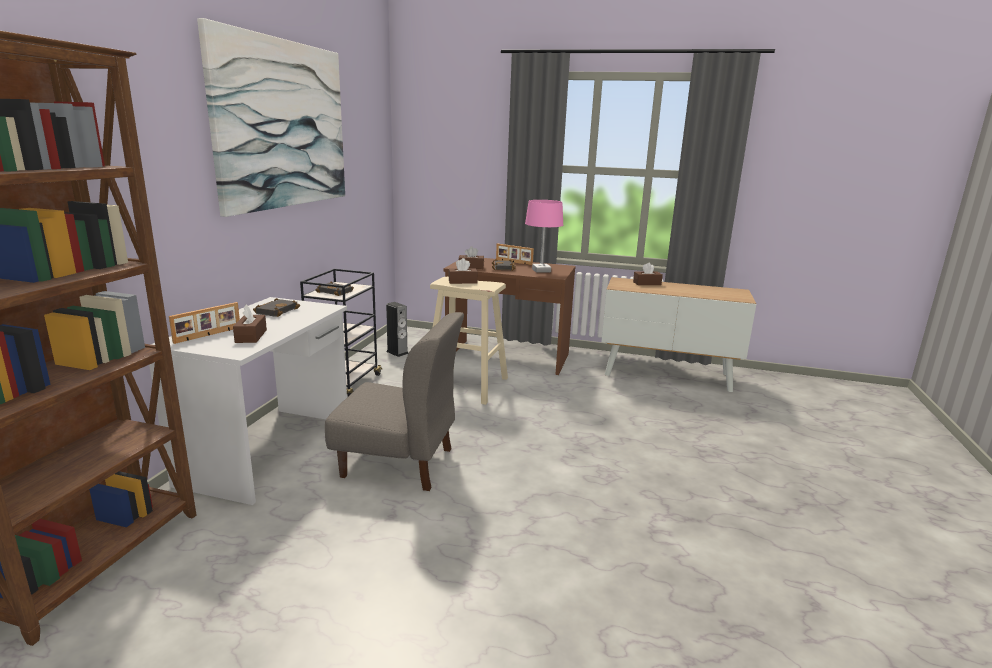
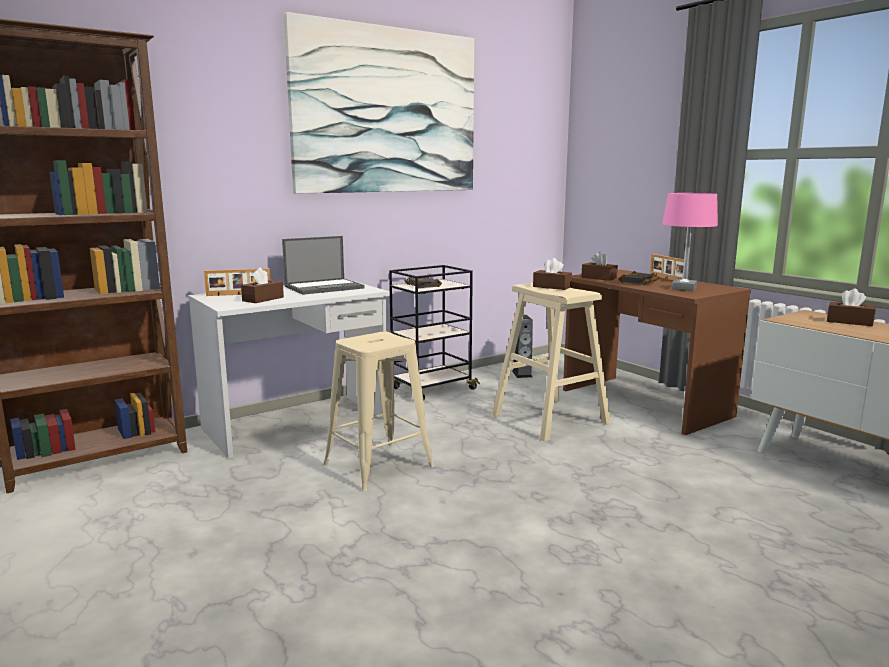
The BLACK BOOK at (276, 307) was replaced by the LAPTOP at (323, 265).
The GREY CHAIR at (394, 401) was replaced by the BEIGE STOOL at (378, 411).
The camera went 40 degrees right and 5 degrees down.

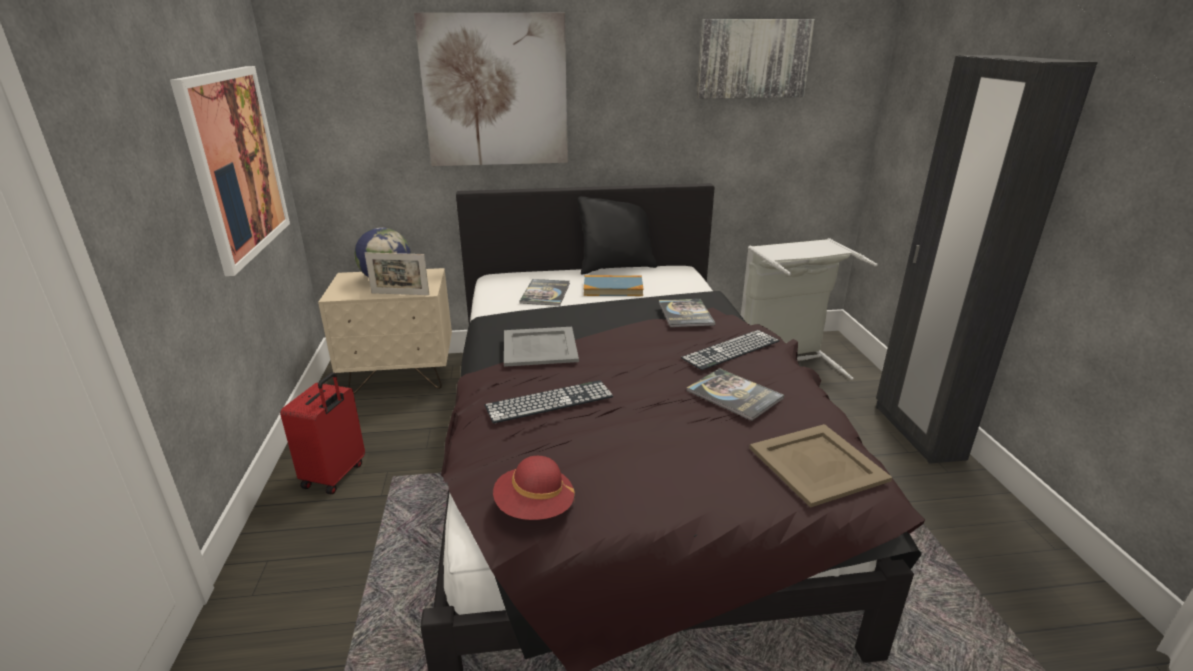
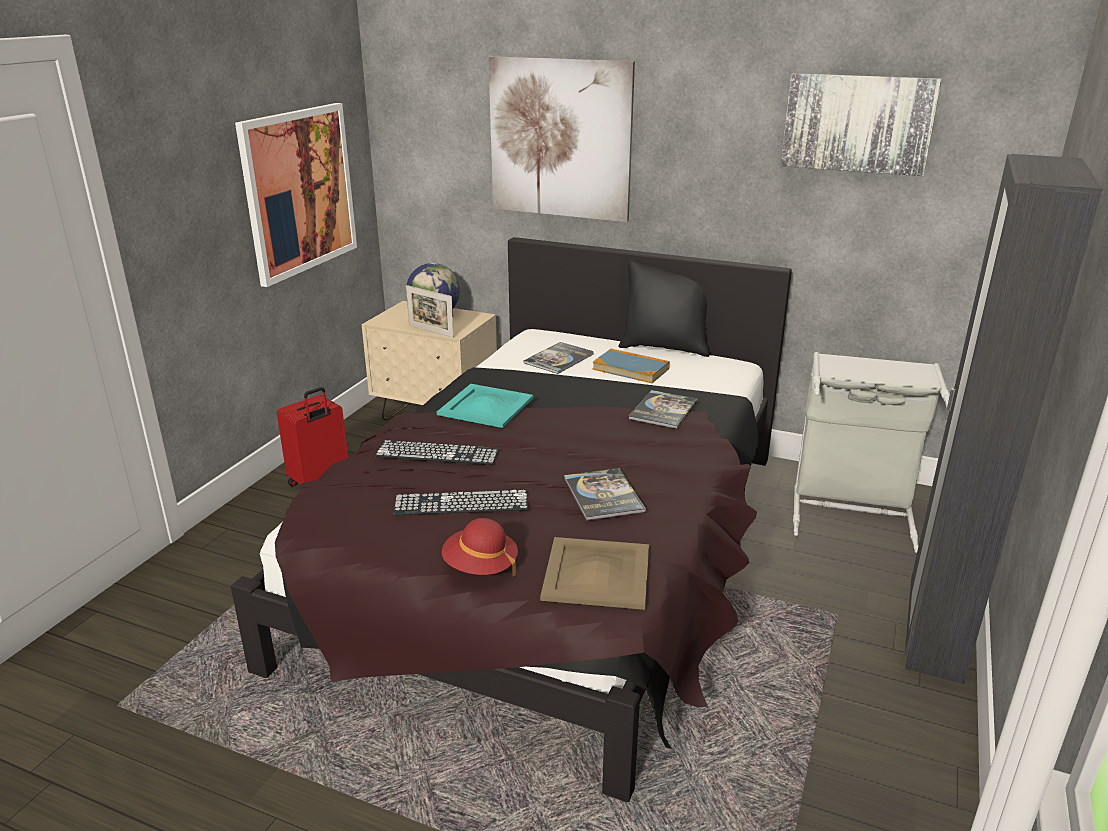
The KEYBOARD moved from (730, 350) to (461, 502).
The GREY TRAY at (541, 347) became the TURQUOISE TRAY at (485, 406).
The RED HAT moved from (534, 488) to (480, 547).
The camera went 30 degrees right and 0 degrees up.

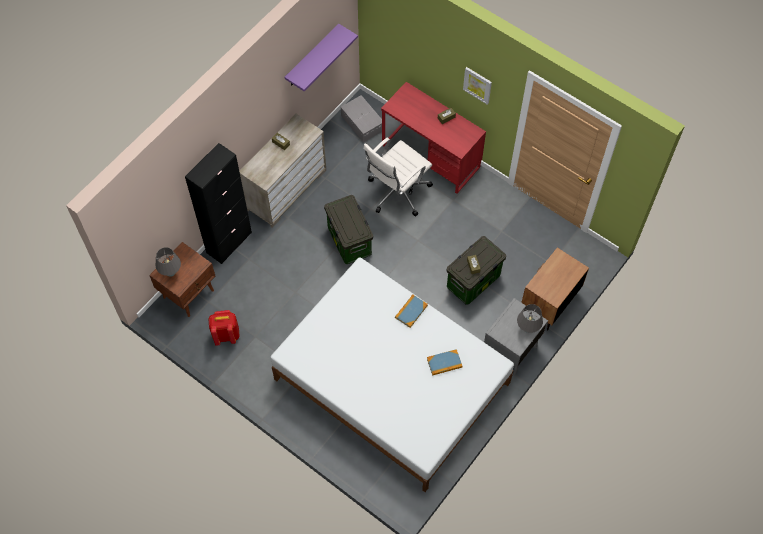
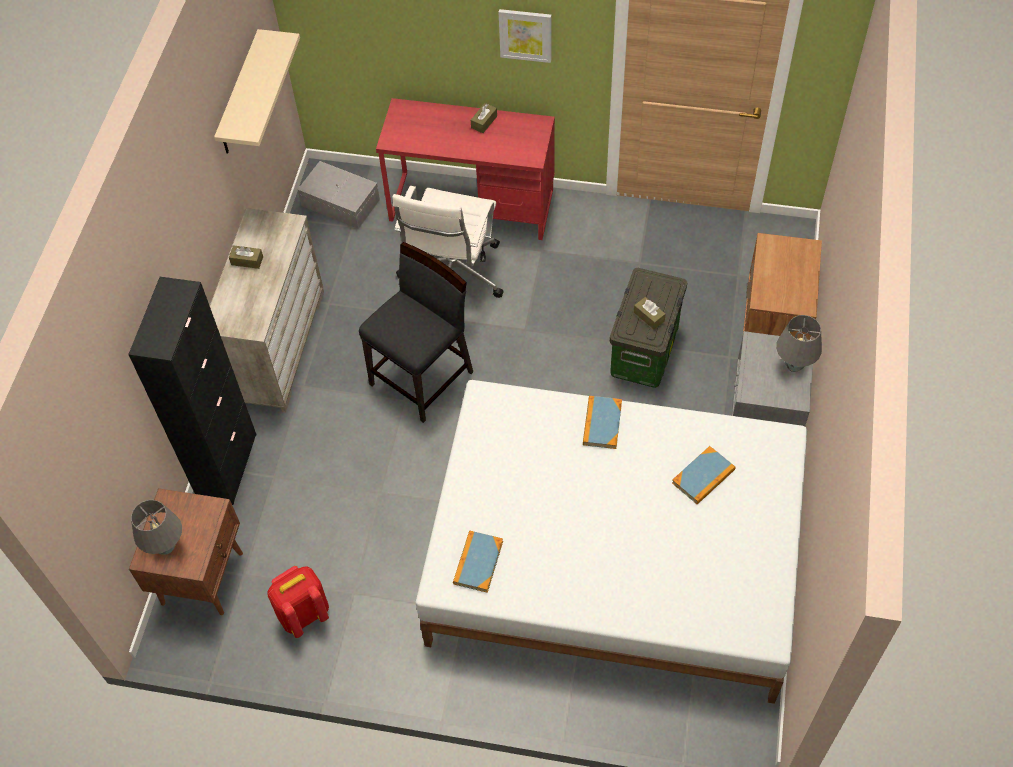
The PURPLE SHELF at (321, 57) became the BEIGE SHELF at (257, 91).
The STORAGE BOX at (348, 229) was replaced by the BLACK CHAIR at (416, 332).
The BOOK at (478, 562) appeared.
The camera went 25 degrees left and 5 degrees down.

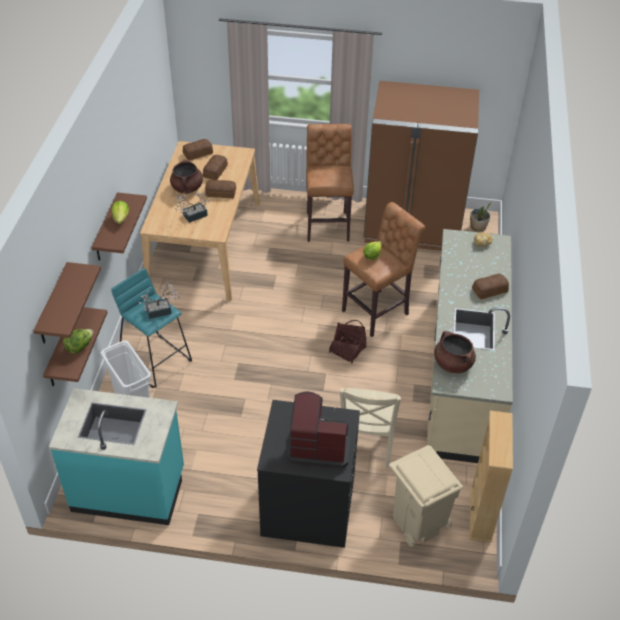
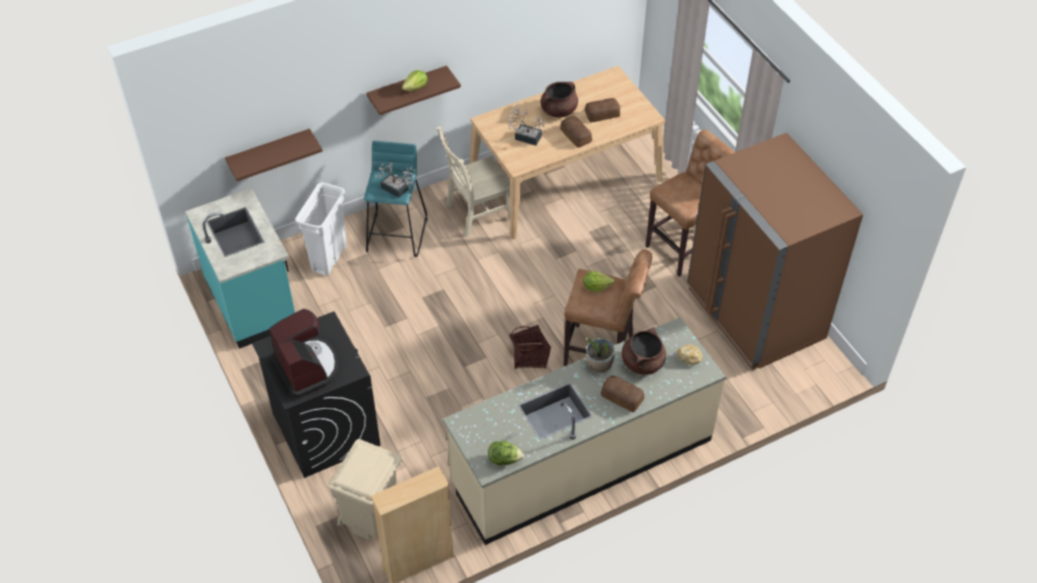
The BEIGE CHAIR moved from (370, 428) to (473, 182).
The LETTUCE moved from (78, 341) to (506, 453).
The POTTED PLANT moved from (481, 217) to (600, 355).
The BROWN COOKING POT moved from (455, 352) to (644, 351).
The BROWN SHELF at (67, 303) disappeared.
The BREAD at (198, 150) disappeared.
The camera went 55 degrees right and 5 degrees up.

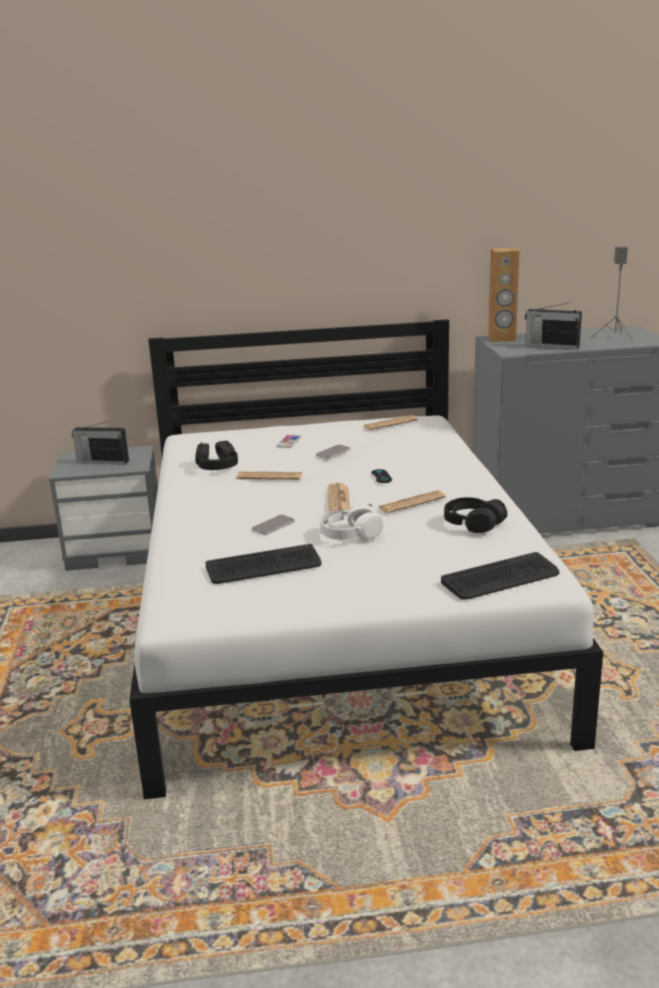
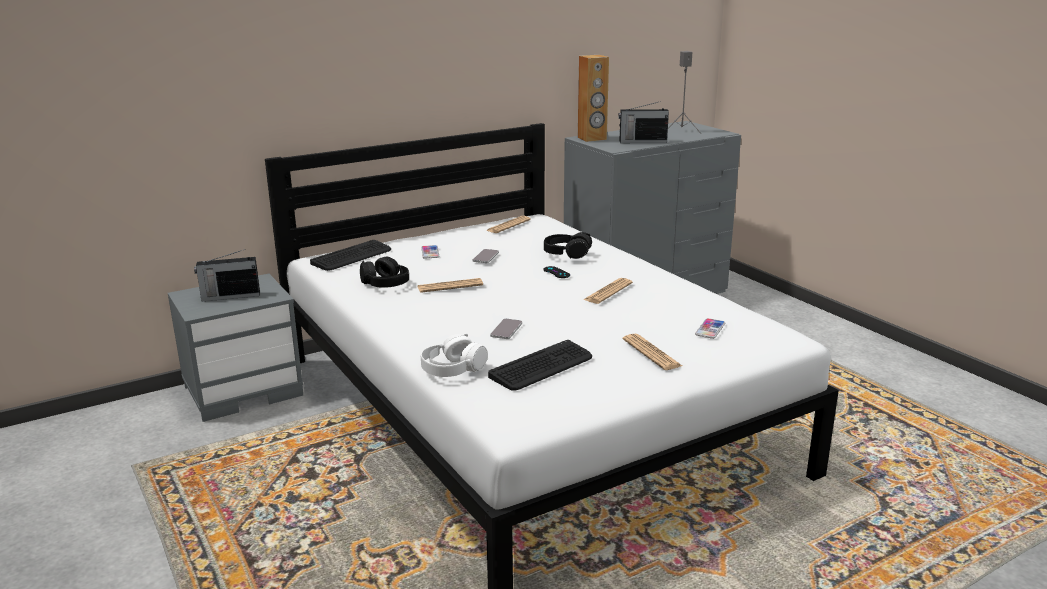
The KEYBOARD moved from (500, 576) to (350, 255).
The WHITE HEADPHONES moved from (351, 521) to (454, 355).
The BLACK HEADPHONES moved from (475, 515) to (568, 245).
The NEWSPAPER moved from (339, 497) to (652, 352).
The PHONE at (710, 328) appeared.
The camera went 25 degrees left and 0 degrees up.

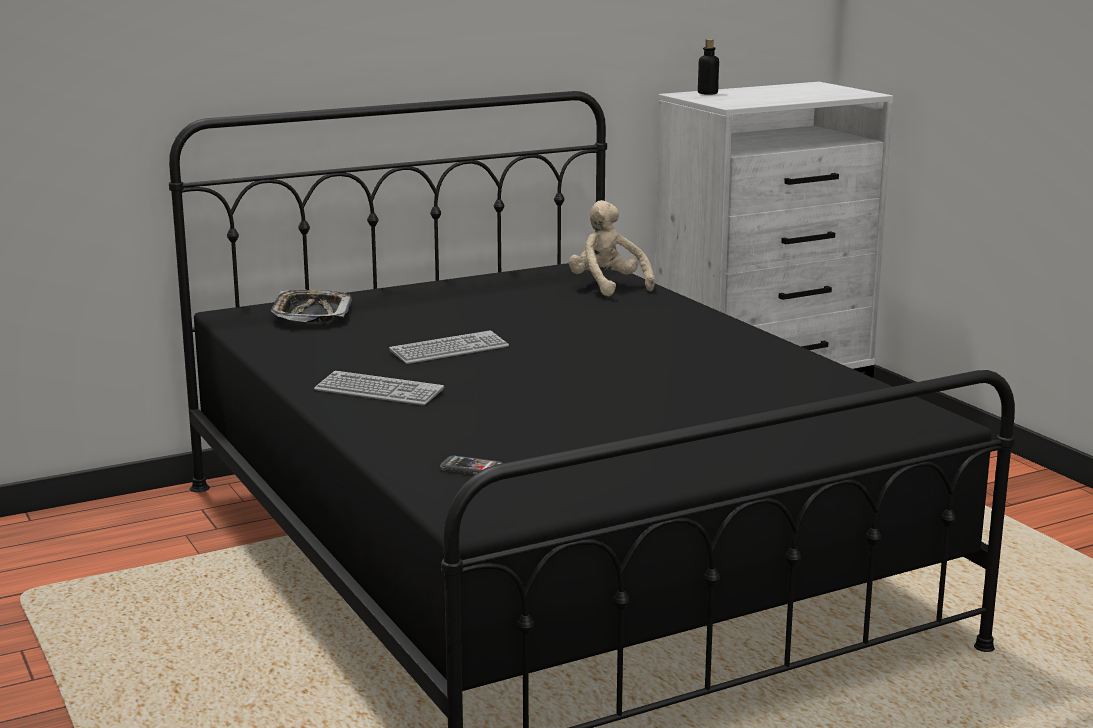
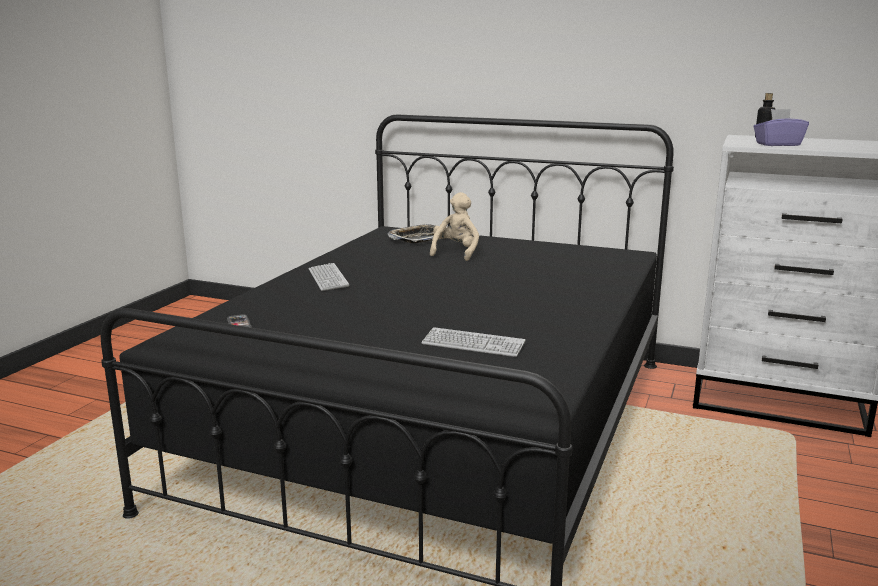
The KEYBOARD moved from (449, 347) to (474, 342).
The BEIGE PLUSH TOY moved from (612, 248) to (454, 226).
The PURPLE TISSUE BOX at (781, 127) appeared.
The camera went 50 degrees right and 0 degrees up.

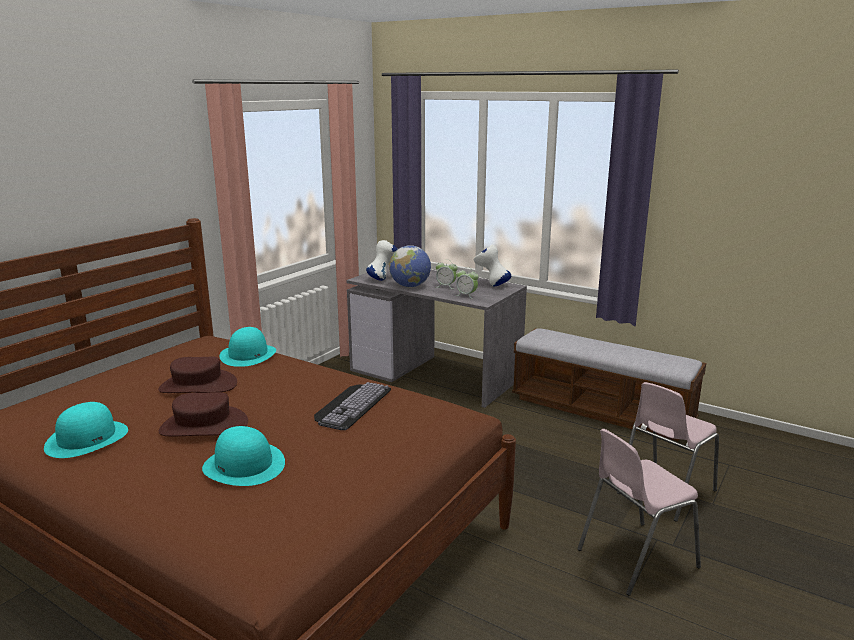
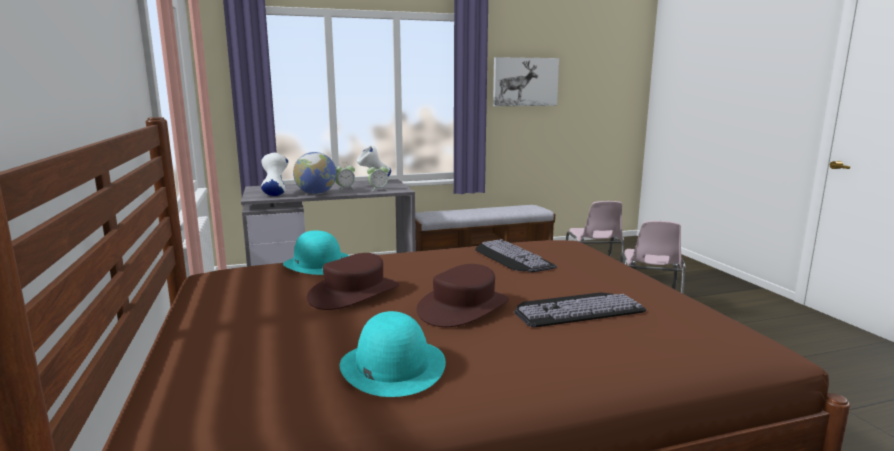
The PICTURE at (526, 81) appeared.
The TURQUOISE HAT at (243, 456) was replaced by the KEYBOARD at (580, 309).
The camera went 50 degrees left and 5 degrees down.

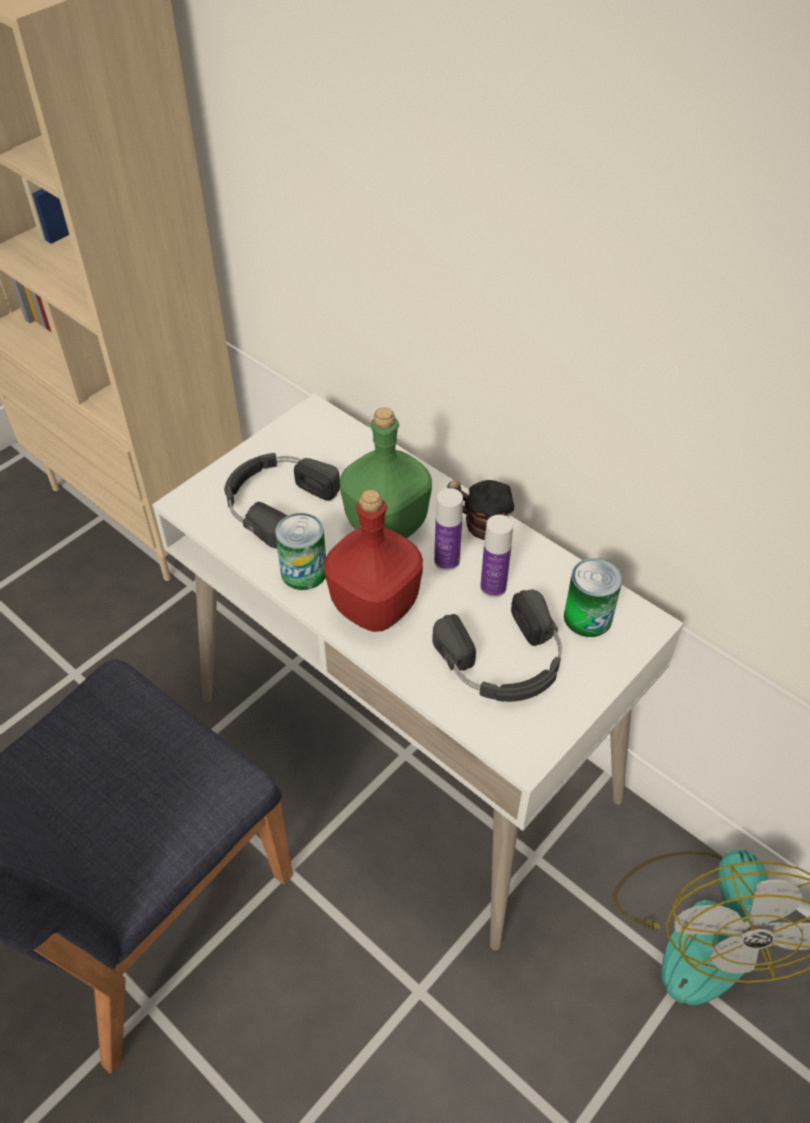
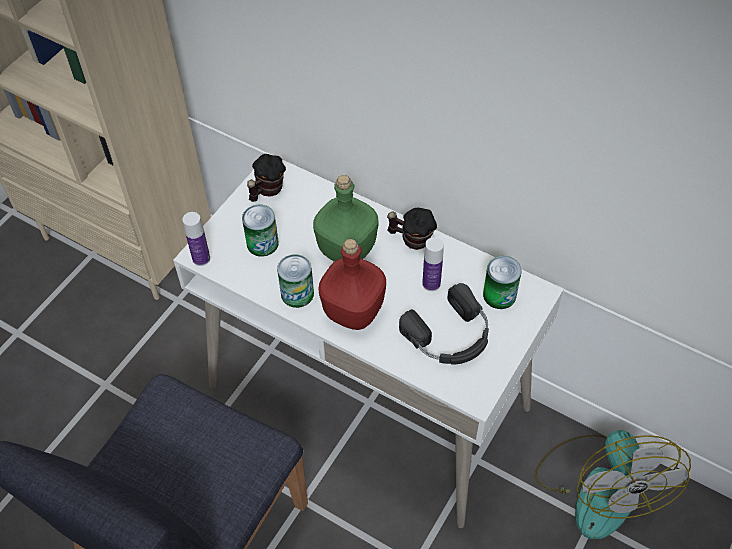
The BOTTLE moved from (448, 529) to (196, 239).
The BLACK HEADPHONES at (282, 500) was replaced by the CAN at (260, 231).
The MUG at (266, 178) appeared.
The camera went 10 degrees left and 5 degrees up.

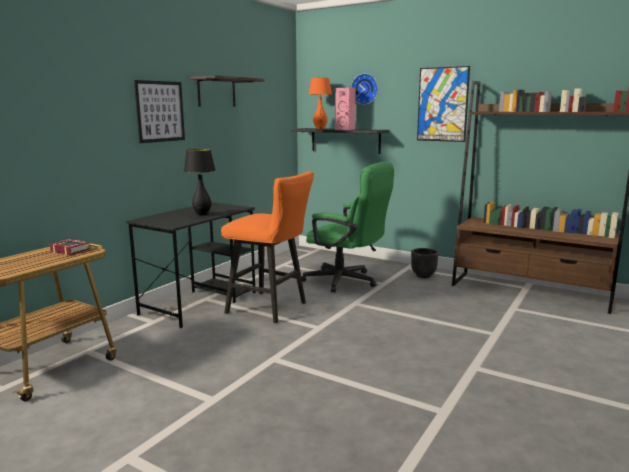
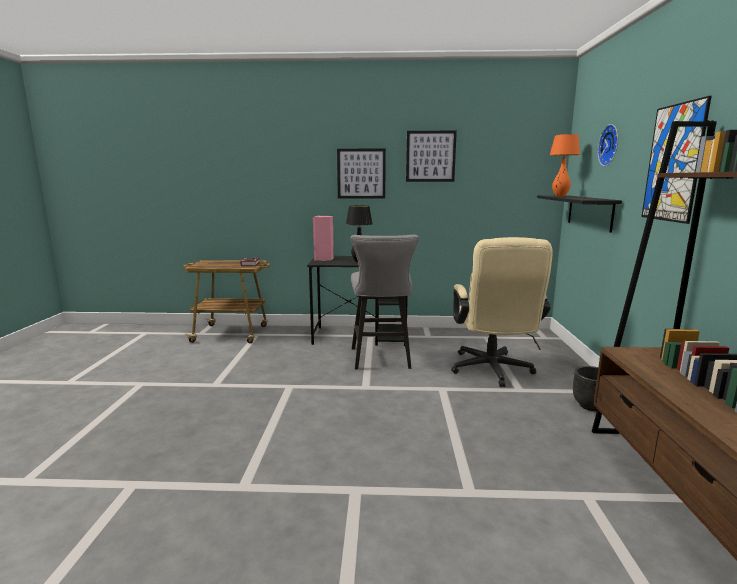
The PINK SPEAKER moved from (345, 109) to (323, 238).
The ORANGE STOOL at (267, 247) became the GREY STOOL at (385, 302).
The SHELF at (227, 91) was replaced by the PICTURE at (431, 156).
The GREEN OFFICE CHAIR at (347, 227) became the BEIGE OFFICE CHAIR at (502, 312).
The camera went 60 degrees right and 0 degrees up.

